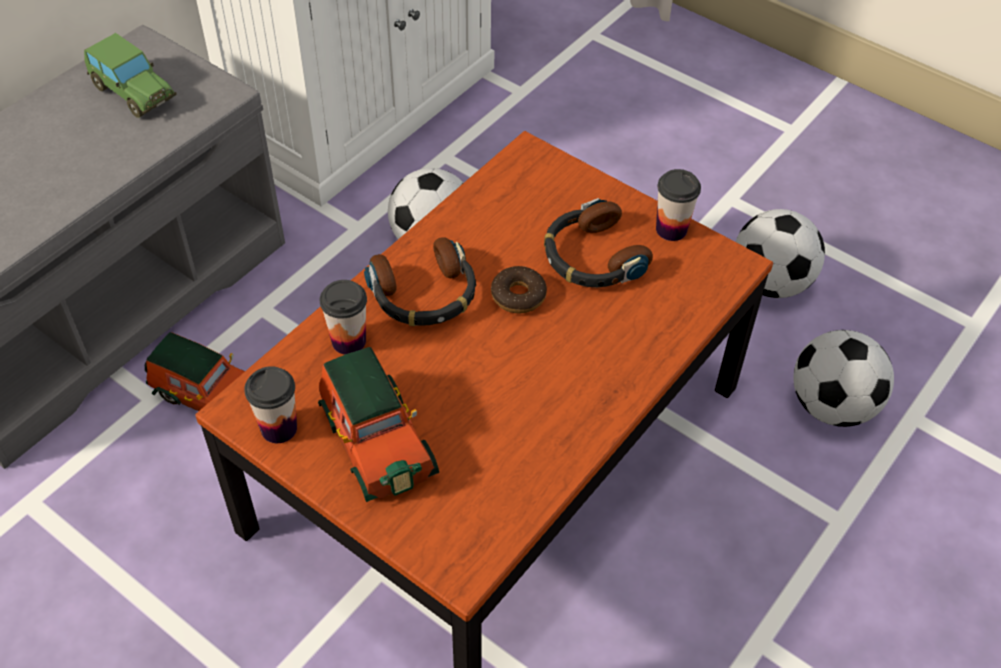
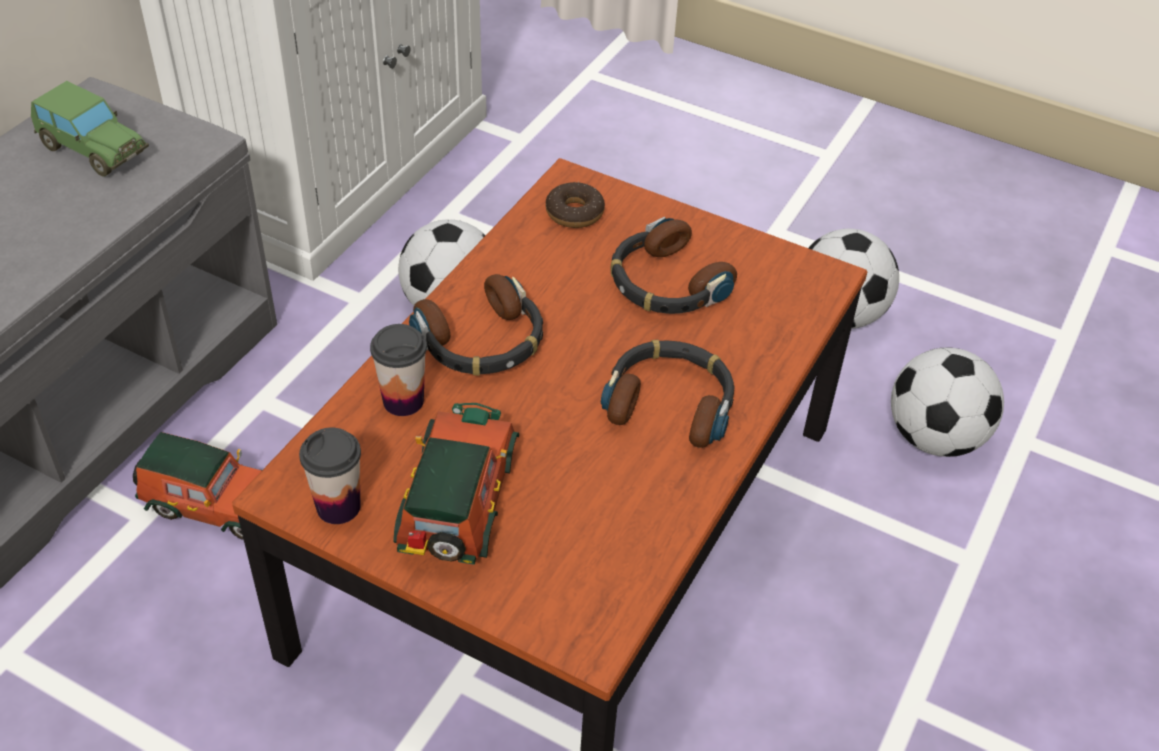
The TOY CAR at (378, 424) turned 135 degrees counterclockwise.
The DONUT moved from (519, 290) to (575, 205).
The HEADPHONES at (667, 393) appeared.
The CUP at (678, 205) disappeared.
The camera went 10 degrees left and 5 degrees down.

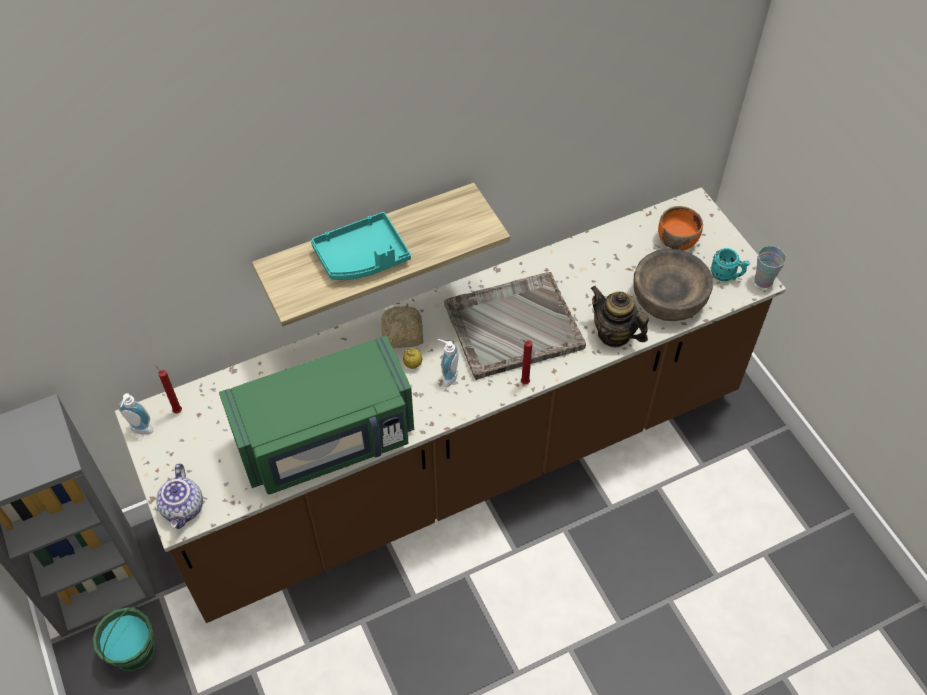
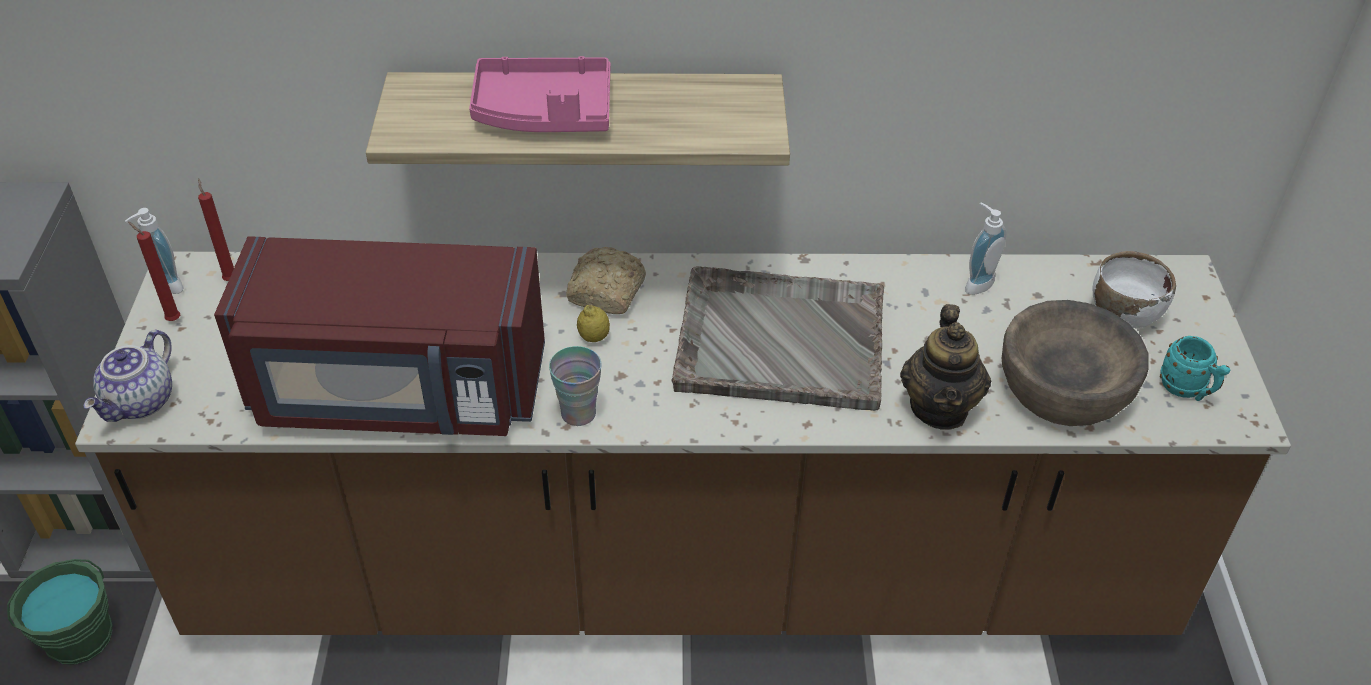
The RED CANDLE moved from (526, 362) to (154, 271).
The GREEN MICROWAVE at (316, 415) became the RED MICROWAVE at (379, 336).
The TURQUOISE TRAY at (361, 246) became the PINK TRAY at (539, 94).
The CUP moved from (770, 267) to (575, 386).
The TEAPOT at (619, 316) turned 150 degrees counterclockwise.
The SOAP DISPENSER moved from (448, 363) to (985, 249).
The ORANGE BOWL at (680, 228) became the WHITE BOWL at (1134, 289).
The camera went 25 degrees right and 10 degrees down.

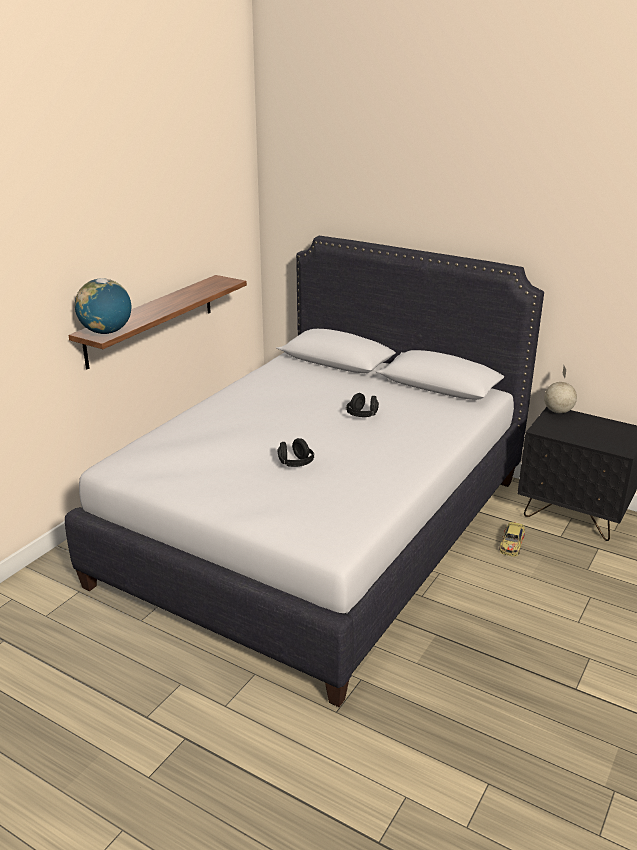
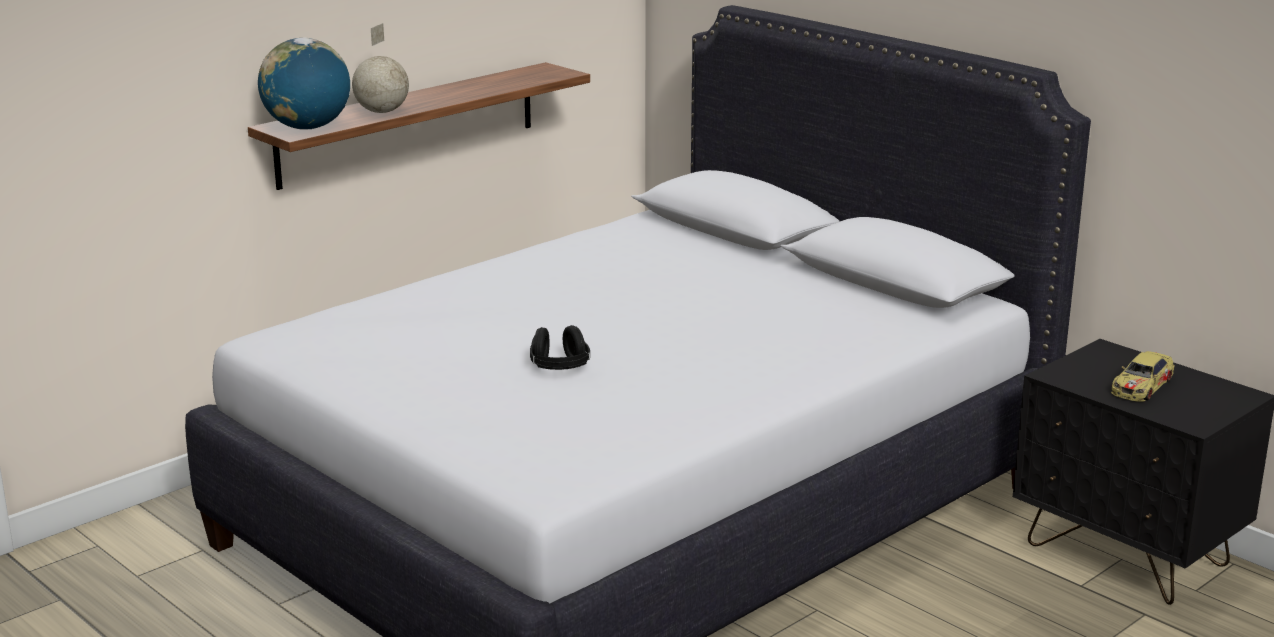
The GLOBE moved from (560, 389) to (380, 68).
The TOY CAR moved from (512, 539) to (1142, 376).
The BLACK HEADPHONES at (362, 405) disappeared.
The camera went 15 degrees right and 5 degrees down.

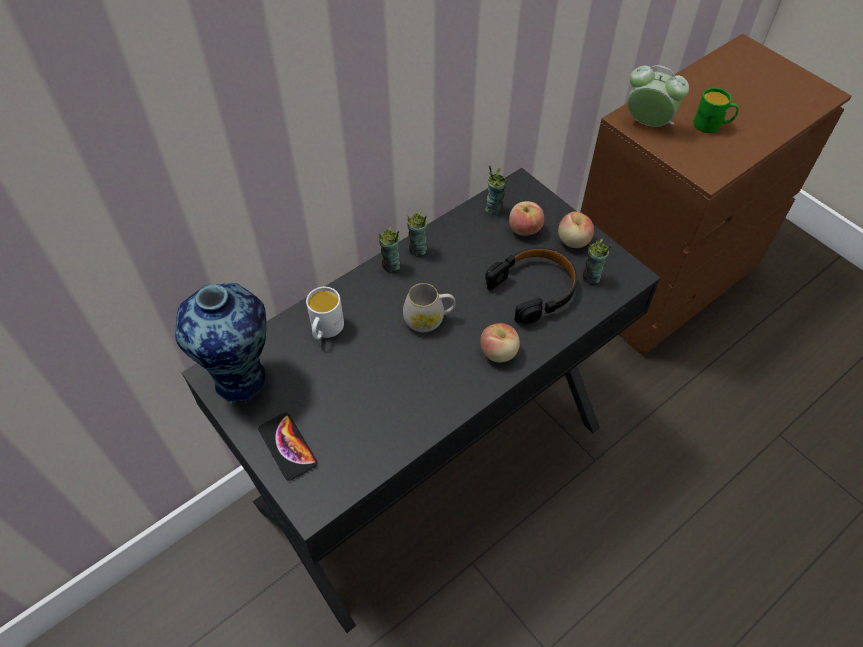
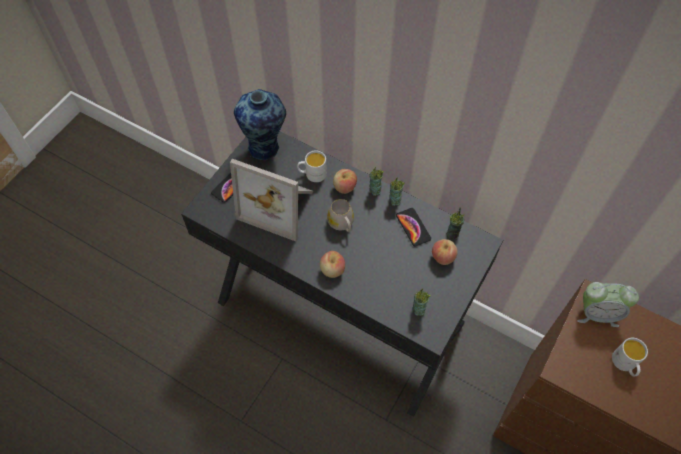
The PICTURE FRAME at (271, 200) appeared.
The APPLE moved from (576, 229) to (345, 181).
The PHONE at (413, 227) appeared.
The ALARM CLOCK at (658, 96) turned 90 degrees clockwise.
The GREEN MUG at (716, 110) became the WHITE MUG at (630, 357).
The BLACK HEADPHONES at (531, 286) disappeared.
The camera went 70 degrees right and 5 degrees up.

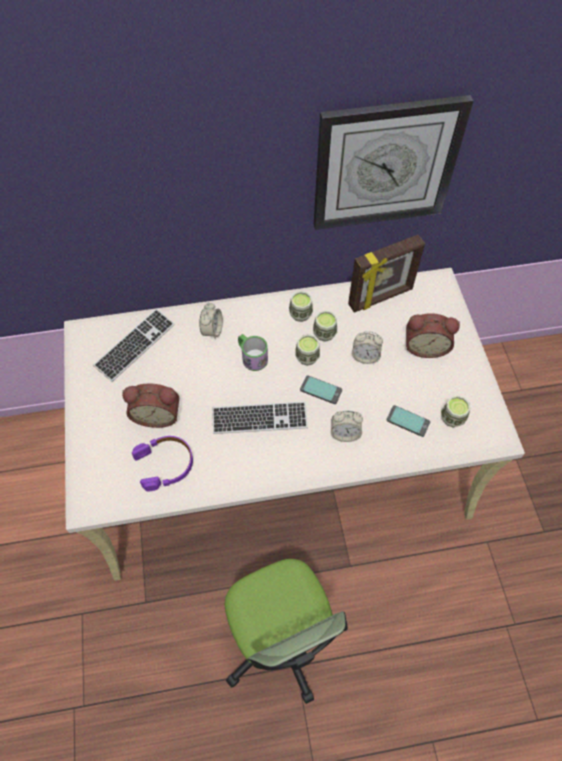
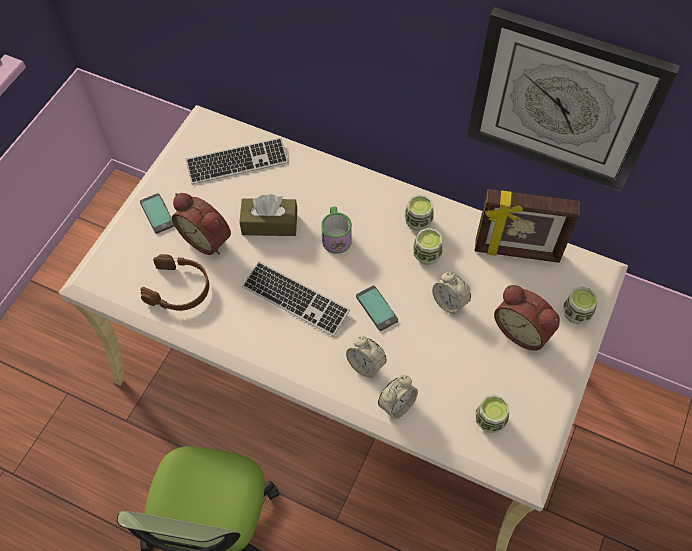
The PHONE moved from (408, 421) to (157, 213).
The PURPLE HEADPHONES at (162, 463) became the BROWN HEADPHONES at (174, 282).
The BROWN TISSUE BOX at (268, 215) appeared.
The ALARM CLOCK moved from (211, 321) to (398, 397).
The CUP moved from (307, 350) to (580, 305).
The camera went 35 degrees right and 0 degrees up.

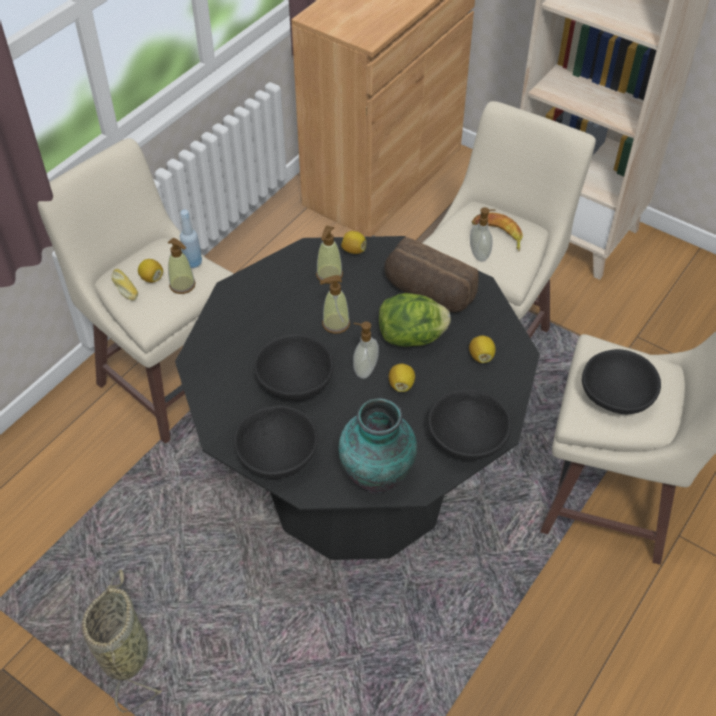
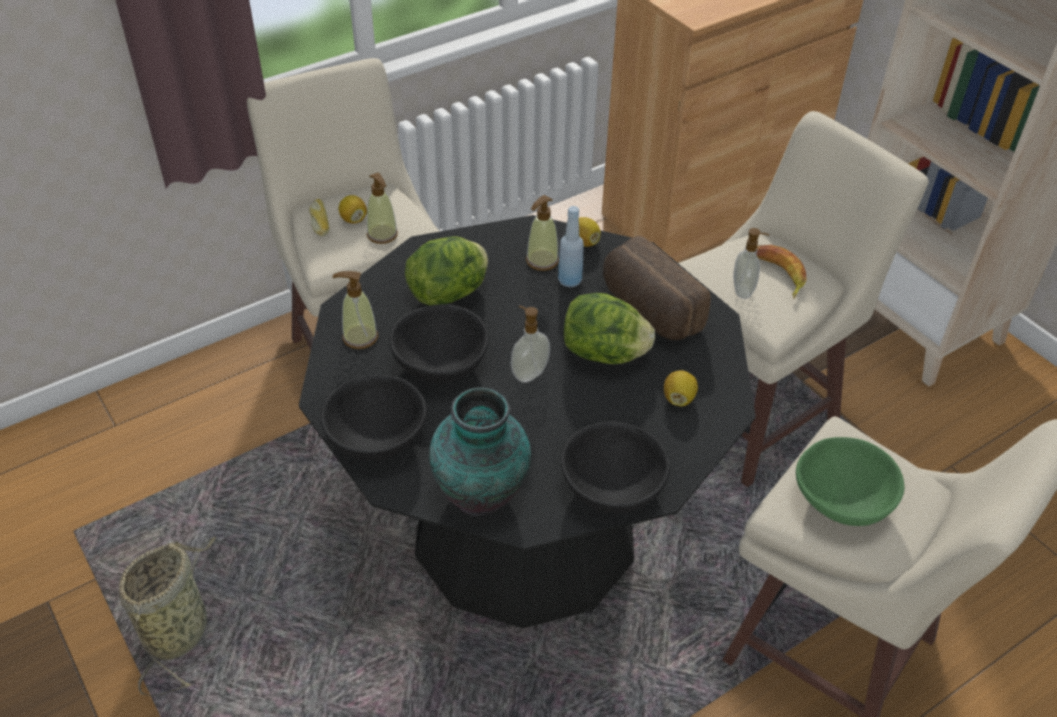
The SOAP DISPENSER moved from (335, 304) to (355, 310).
The LETTUCE at (446, 270) appeared.
The BLUE BOTTLE moved from (191, 239) to (571, 246).
The BLACK BOWL at (621, 381) became the GREEN BOWL at (850, 481).
The LEMON at (402, 378) disappeared.
The camera went 20 degrees right and 5 degrees down.

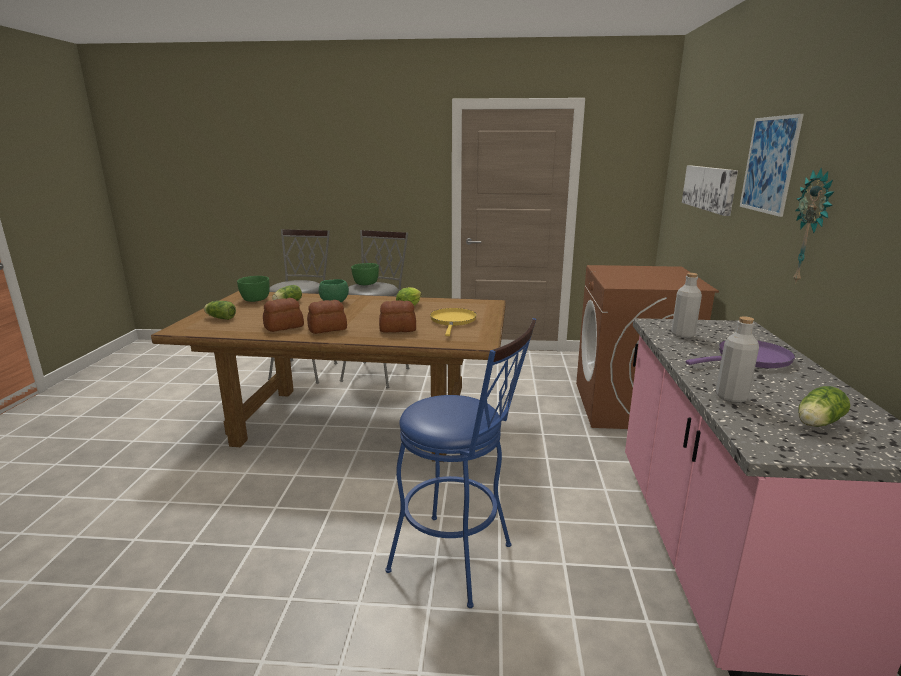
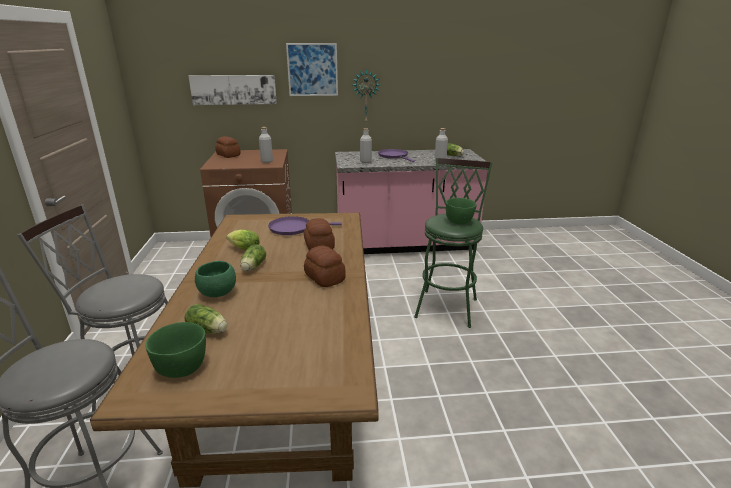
The BREAD moved from (283, 315) to (228, 147).
The LETTUCE moved from (220, 310) to (253, 257).
The GREY BOTTLE at (266, 145) appeared.
The YELLOW FRYING PAN at (453, 322) became the PURPLE FRYING PAN at (305, 225).
The BLUE STOOL at (460, 463) became the GREEN STOOL at (453, 243).
The GREEN BOWL moved from (365, 274) to (461, 211).
The camera went 100 degrees left and 5 degrees up.

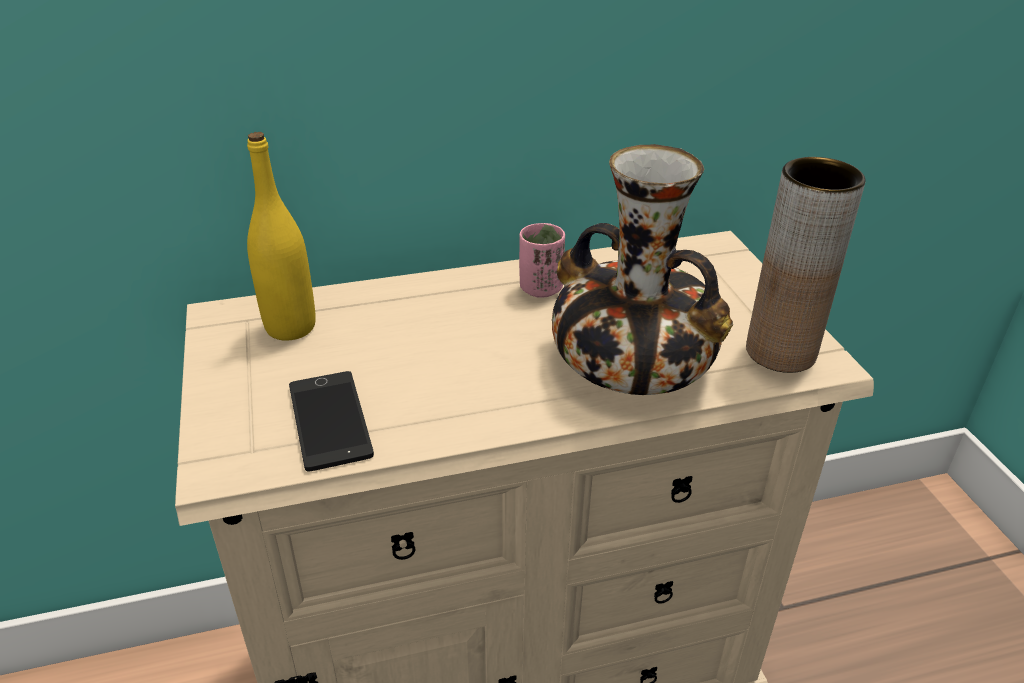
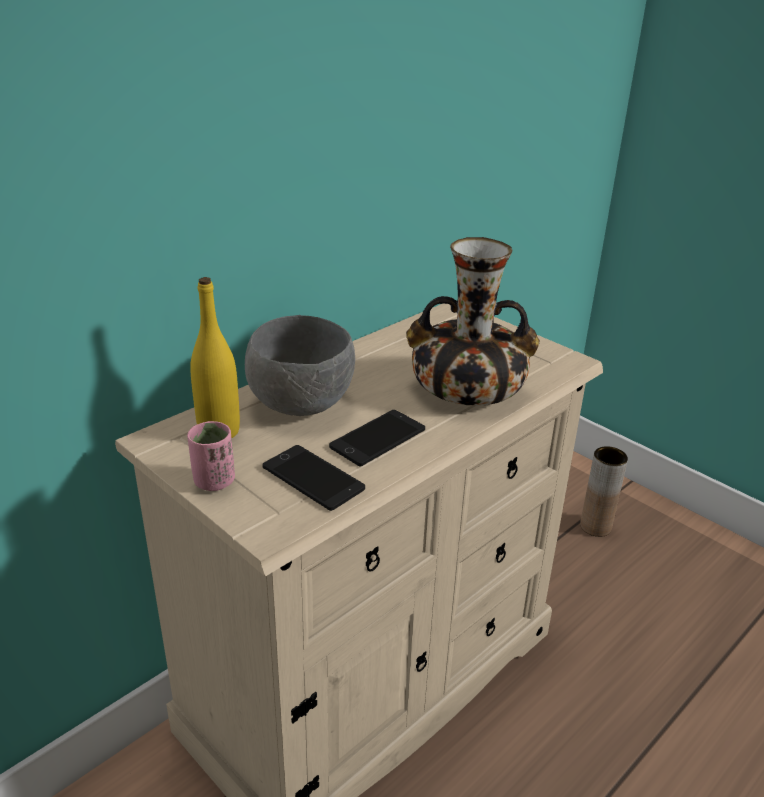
The PINK CUP moved from (542, 260) to (211, 456).
The GREY BOWL at (300, 365) appeared.
The PHONE at (377, 438) appeared.
The BROWN VASE moved from (806, 265) to (604, 491).
The camera went 30 degrees left and 5 degrees down.

